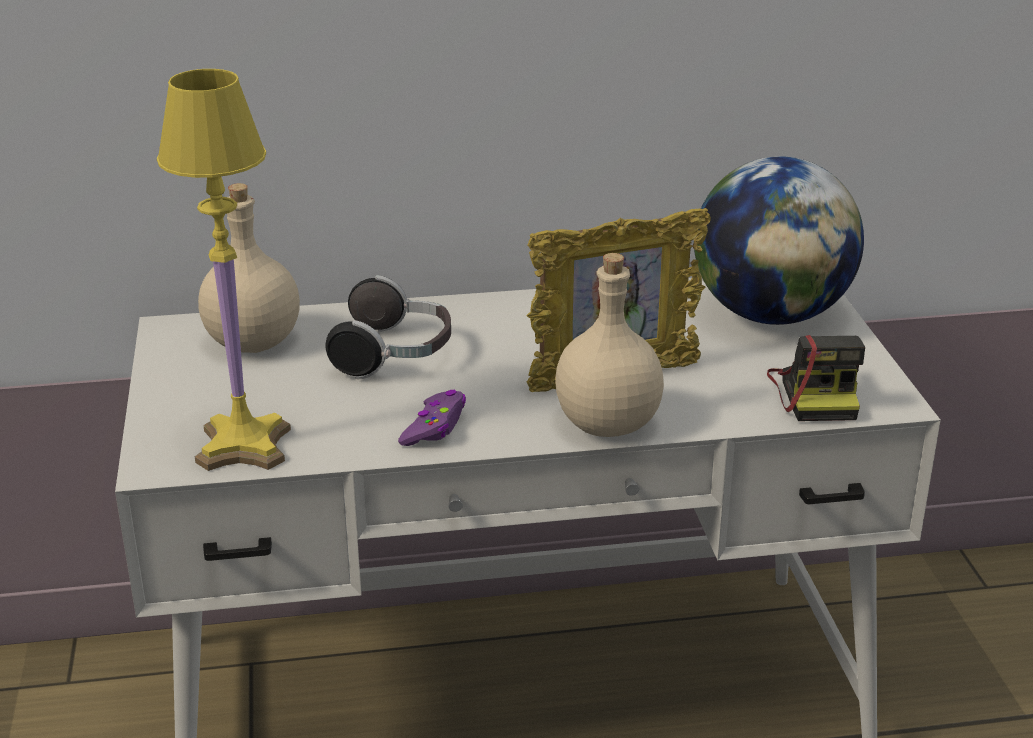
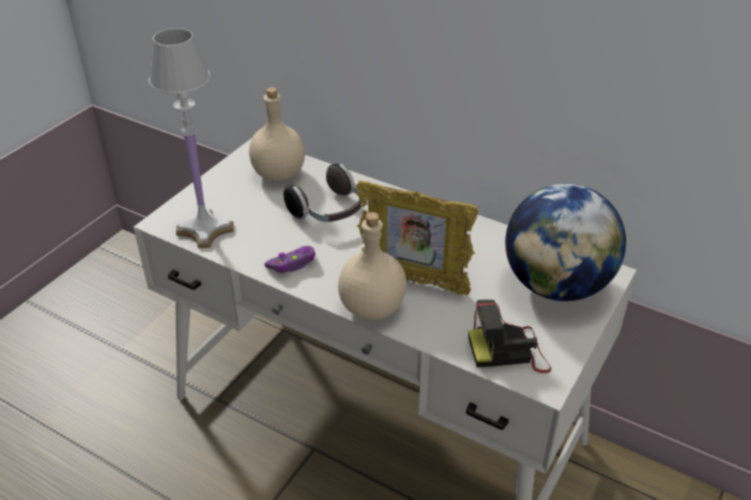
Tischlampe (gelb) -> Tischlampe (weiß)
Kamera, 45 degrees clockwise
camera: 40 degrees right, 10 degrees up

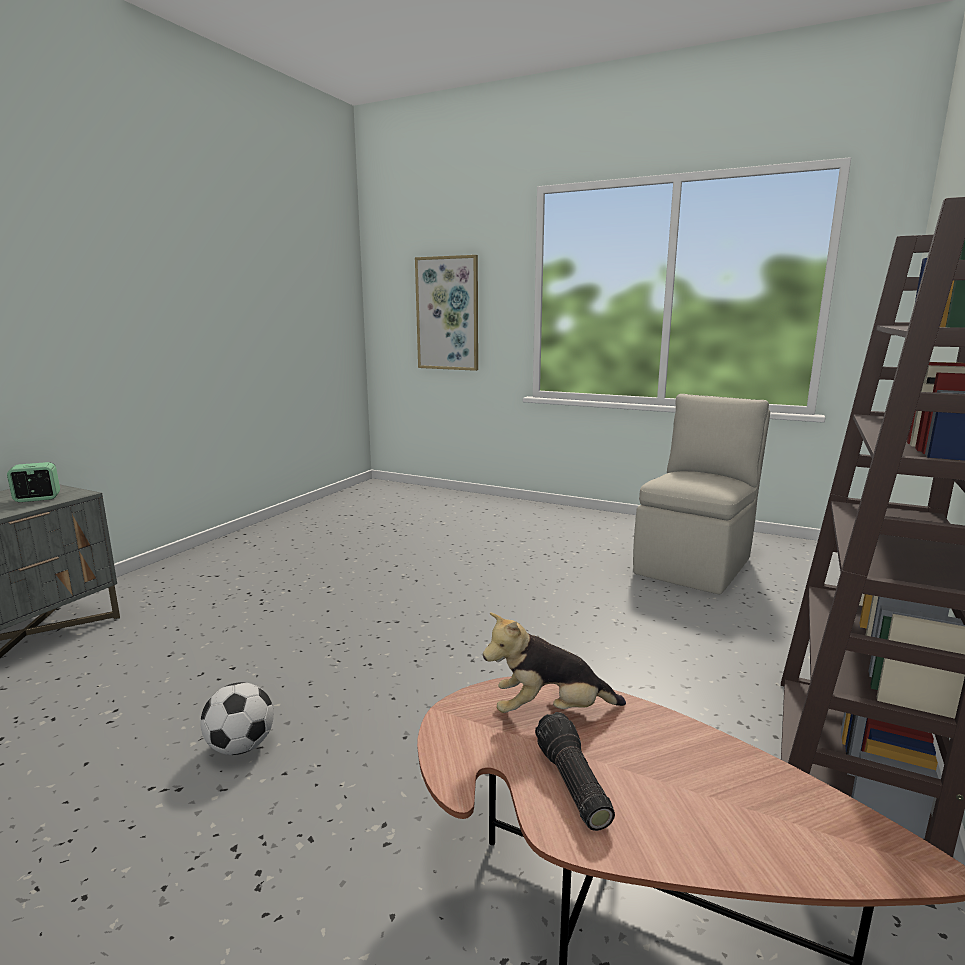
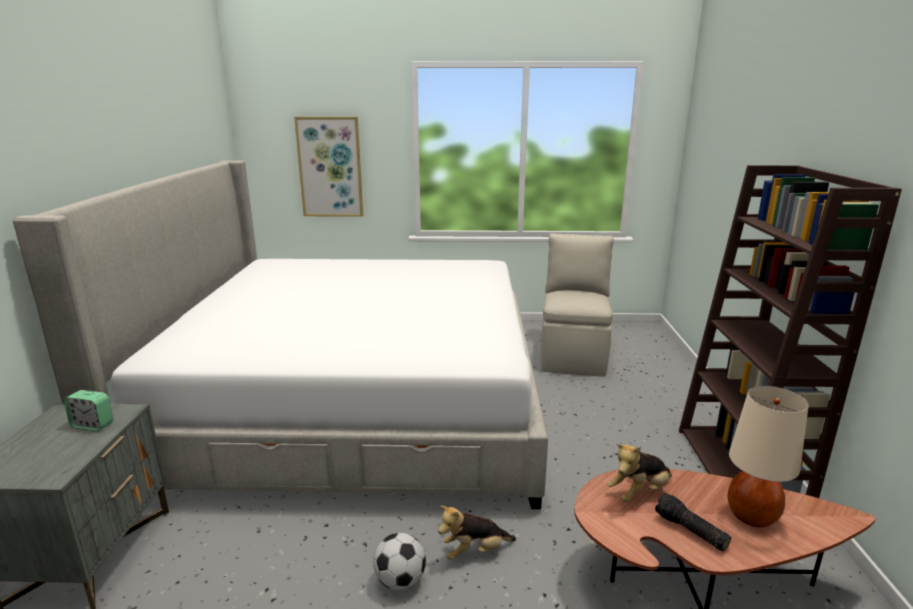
Wecker, 120 degrees counterclockwise
none -> Bett
none -> Plüschtier (no. 1 from left)
none -> Tischlampe (beige)
camera: 25 degrees left, 5 degrees up

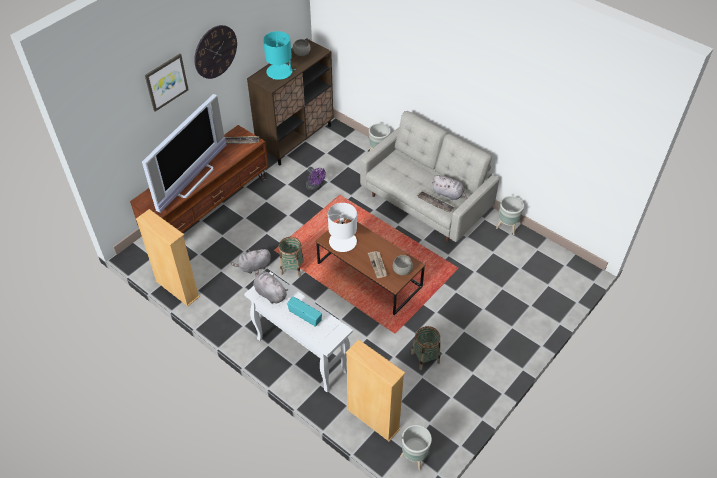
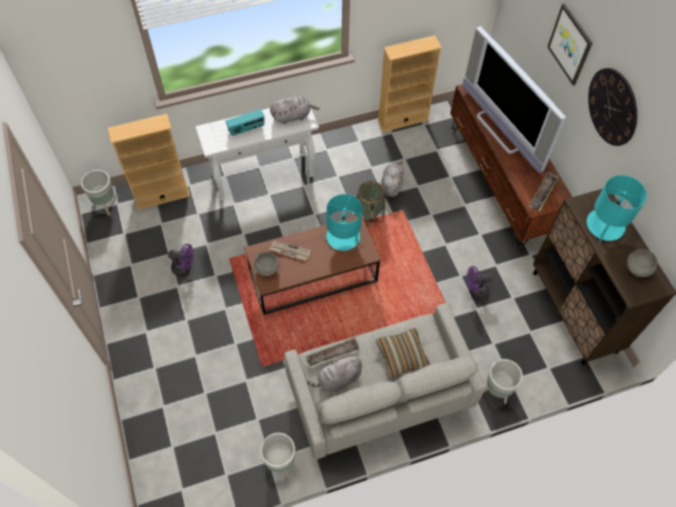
Tischlampe (weiß) -> Tischlampe (türkis) (no. 1 from left)
Korb (no. 2 from left) -> Ventilator (lila) (no. 1 from left)
none -> Kissen
camera: 120 degrees right, 10 degrees up

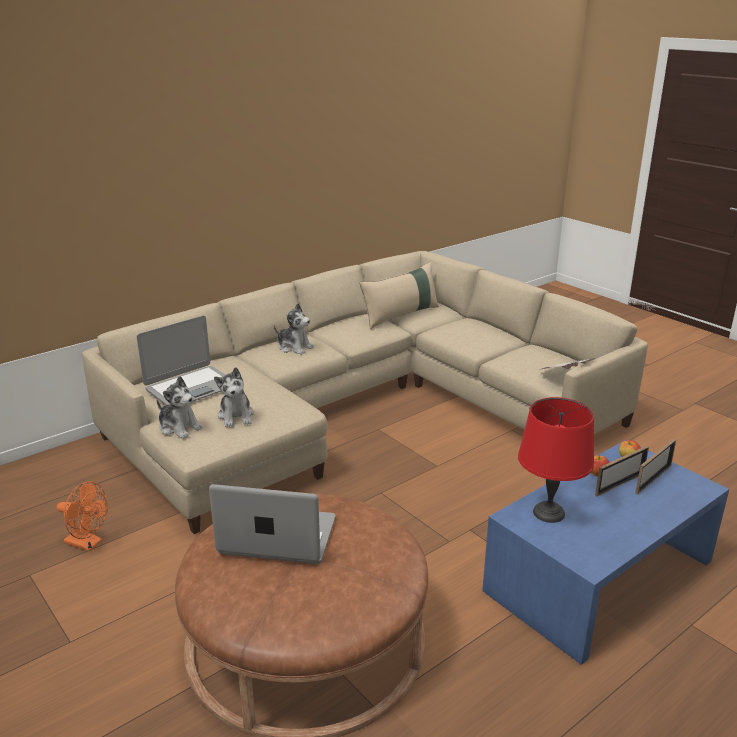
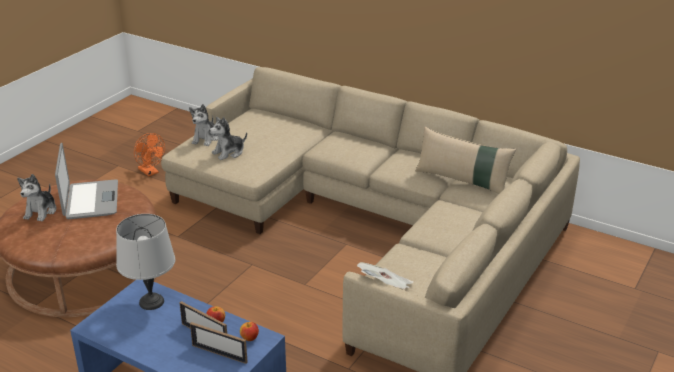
Ventilator (orange), 45 degrees counterclockwise
Laptop (no. 1 from left) -> none
Plüschtier (no. 3 from left in the first image) -> Plüschtier (no. 1 from left), shifted
Tischlampe (rot) -> Tischlampe (grau)
camera: 70 degrees right, 5 degrees up

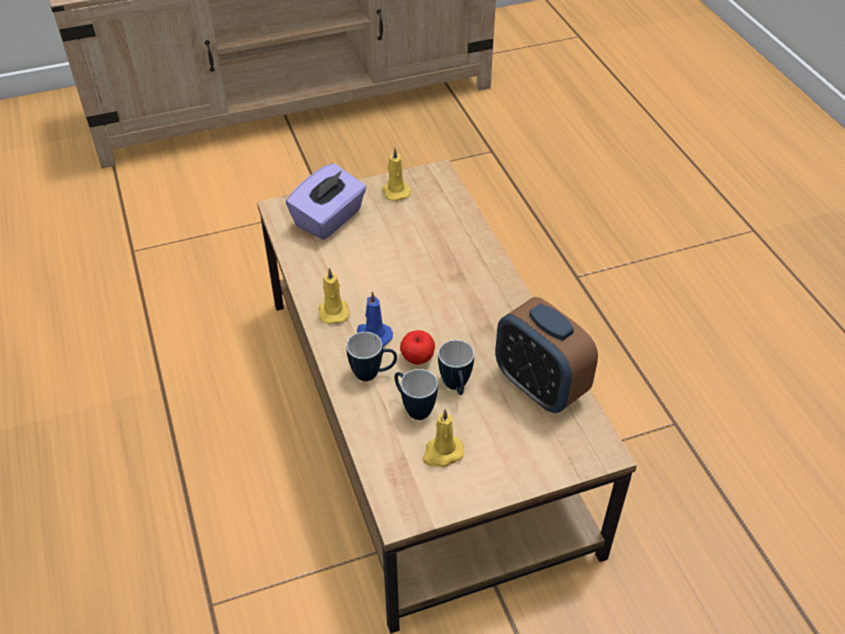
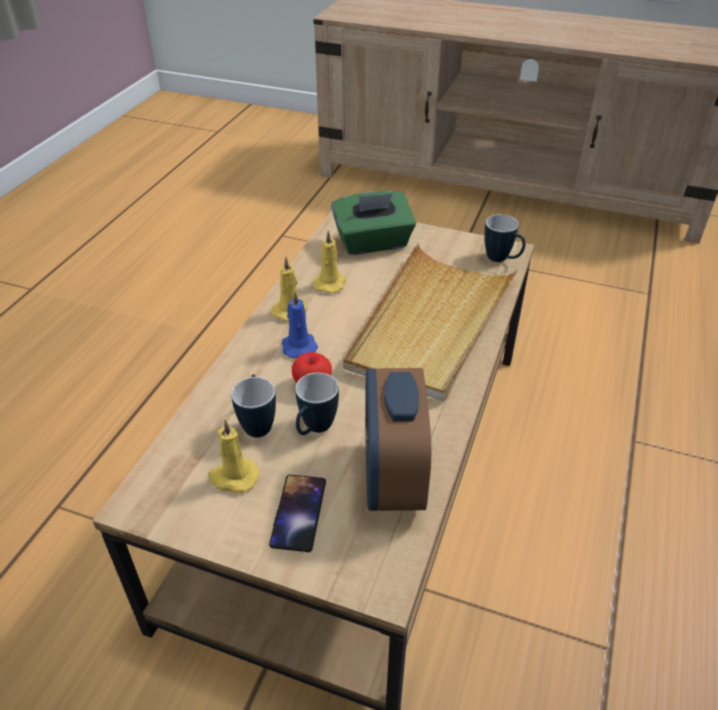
Taschentuchbox (lila) -> Taschentuchbox (grün)
Henkelbecher (no. 1 from left in the first image) -> Henkelbecher (no. 3 from left), shifted
Kerze (gelb) (no. 2 from left in the first image) -> Kerze (gelb) (no. 3 from left), shifted
none -> Handy
none -> Tablett (beige)
camera: 40 degrees right, 5 degrees down

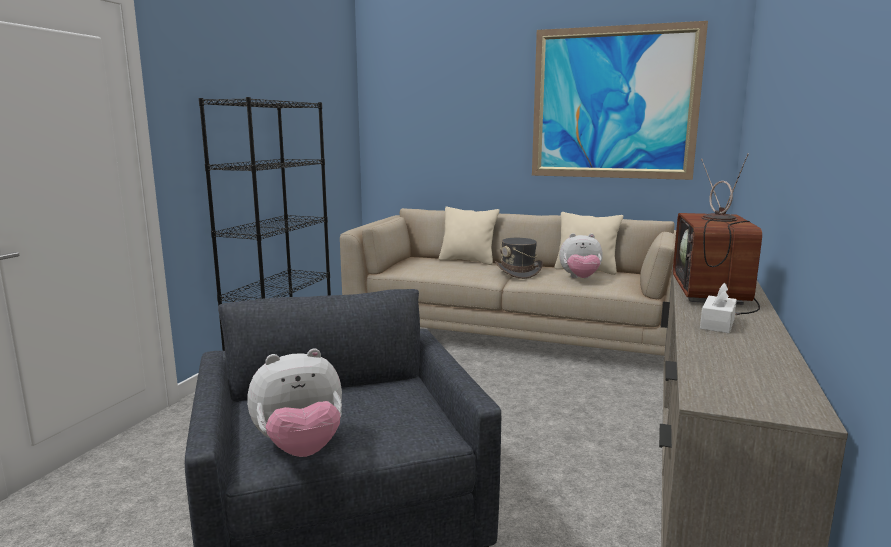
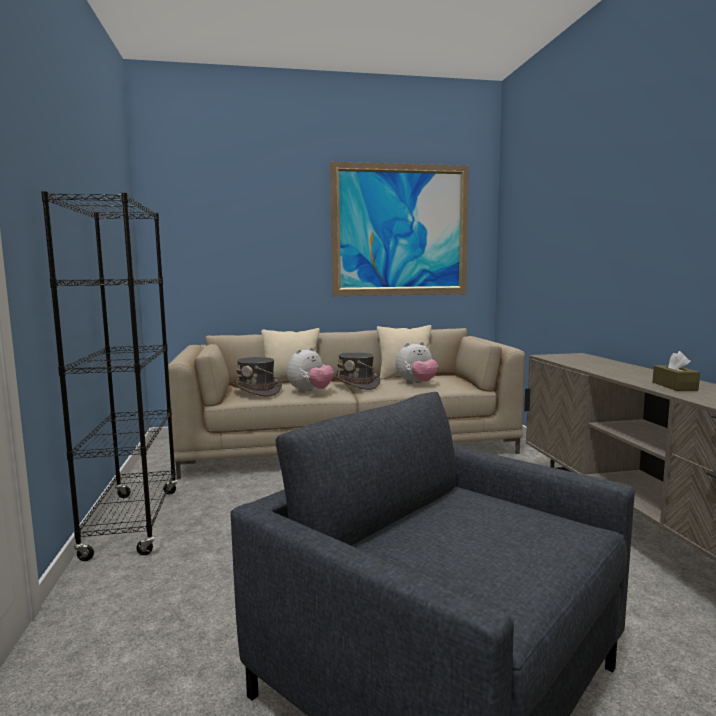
Plüschtier (no. 1 from left), shifted
Fernseher -> none
Taschentuchbox (weiß) -> Taschentuchbox (braun)
none -> Hut (grau) (no. 1 from left)
camera: 30 degrees left, 5 degrees down

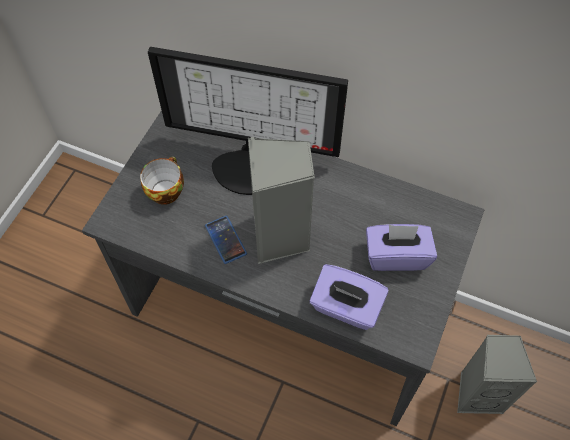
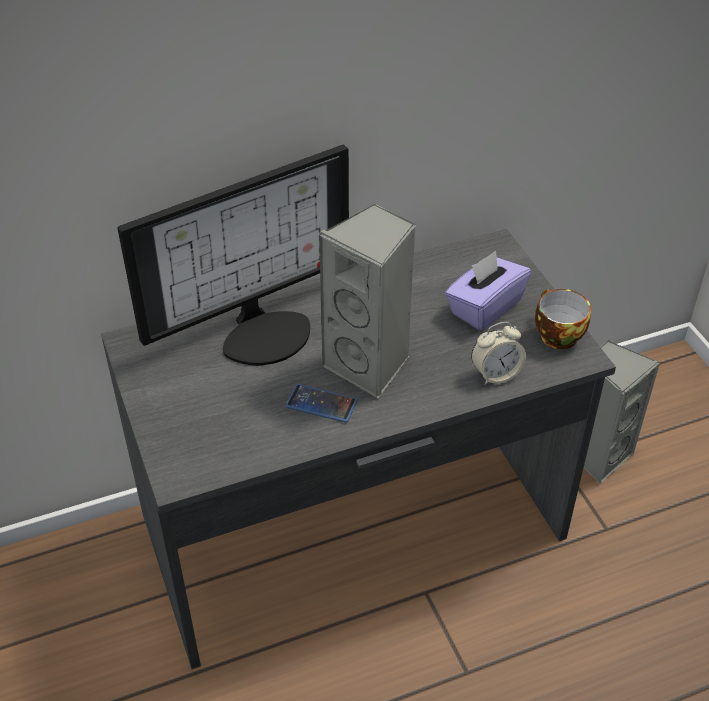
Tasse, shifted
Taschentuchbox (lila) (no. 1 from left) -> Wecker
camera: 45 degrees left, 15 degrees down

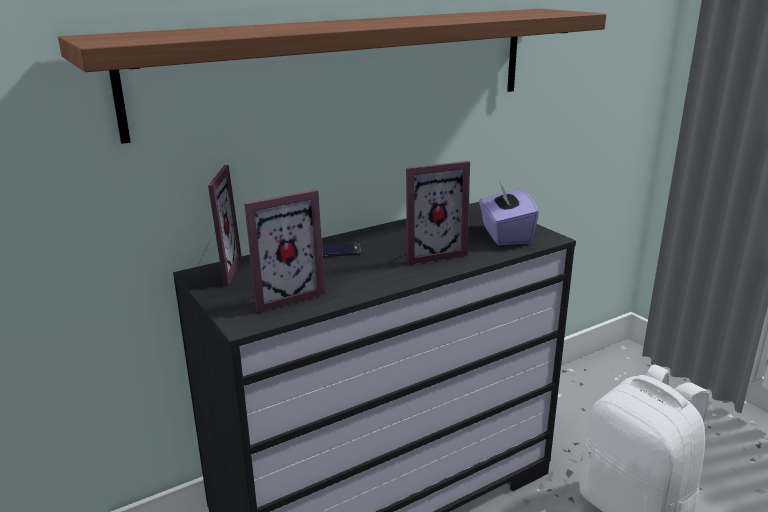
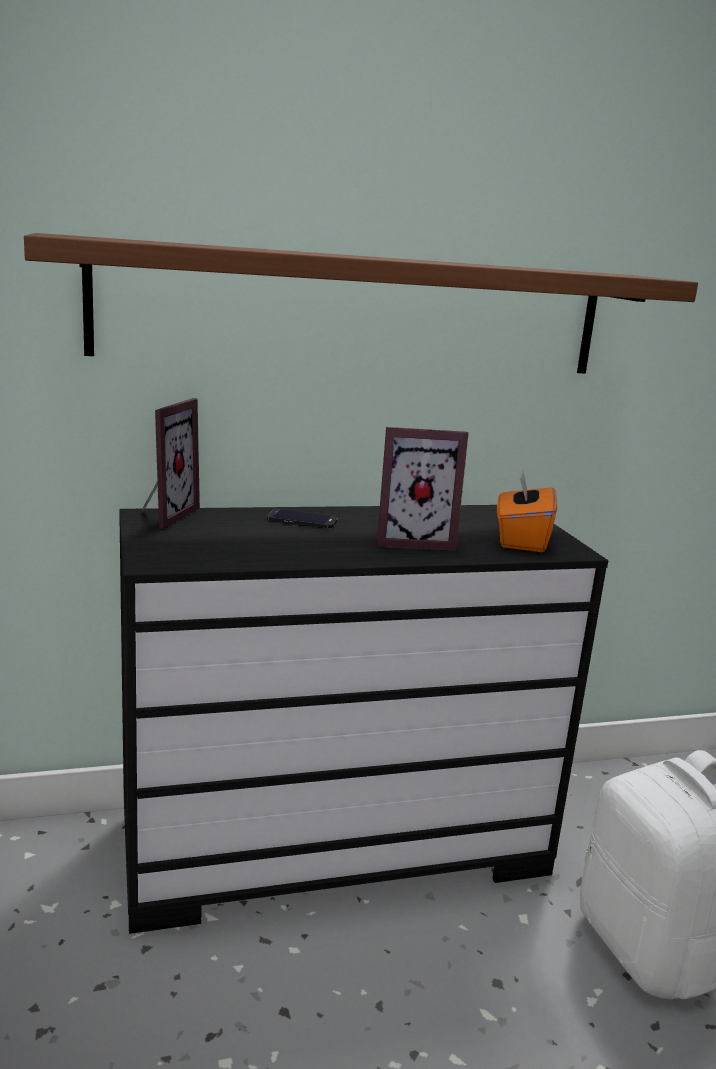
Bilderrahmen (no. 2 from left) -> none
Taschentuchbox (lila) -> Taschentuchbox (orange)
camera: 15 degrees right, 5 degrees down

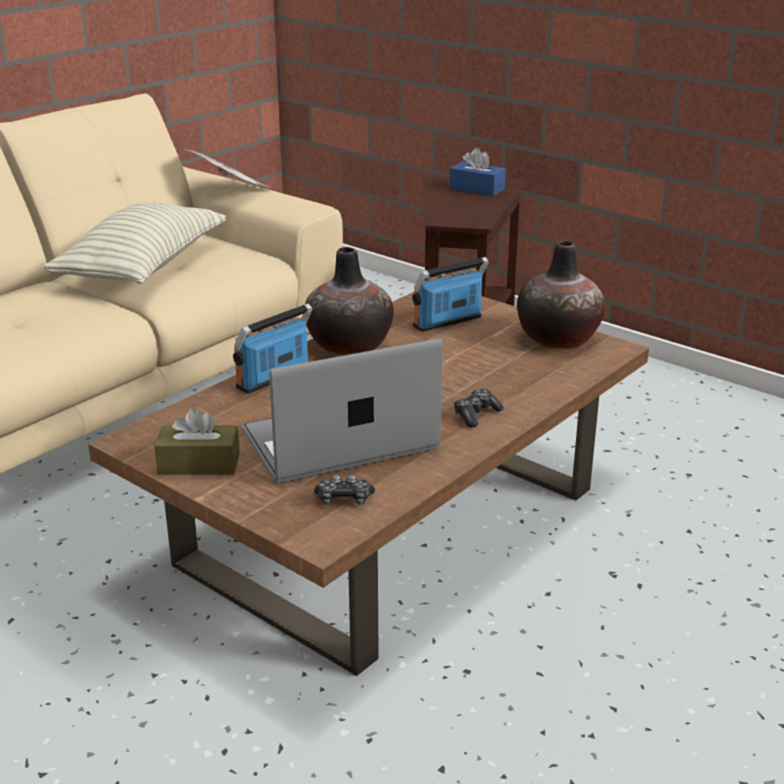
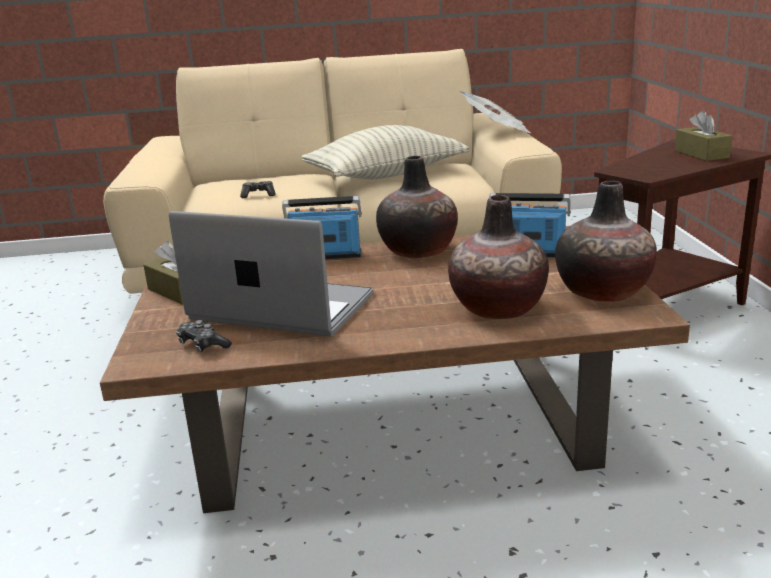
Taschentuchbox (blau) -> Taschentuchbox (braun) (no. 2 from left)
Gamepad (no. 2 from left), shifted
none -> Vase (no. 2 from left)
camera: 45 degrees right, 5 degrees down

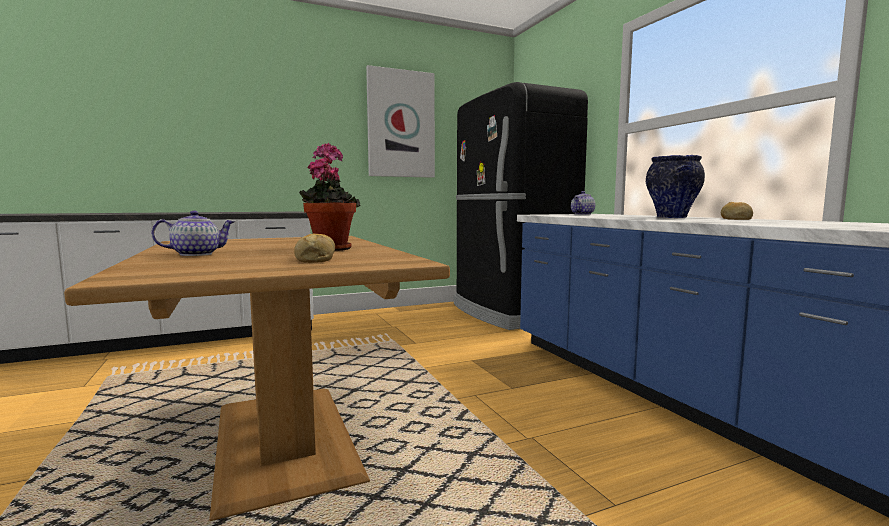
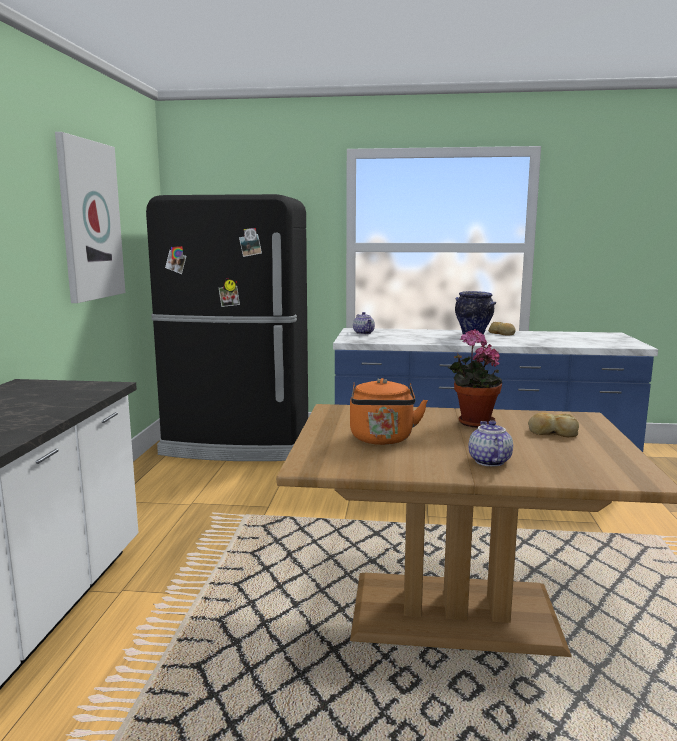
none -> Wasserkessel (orange)
camera: 60 degrees left, 5 degrees up

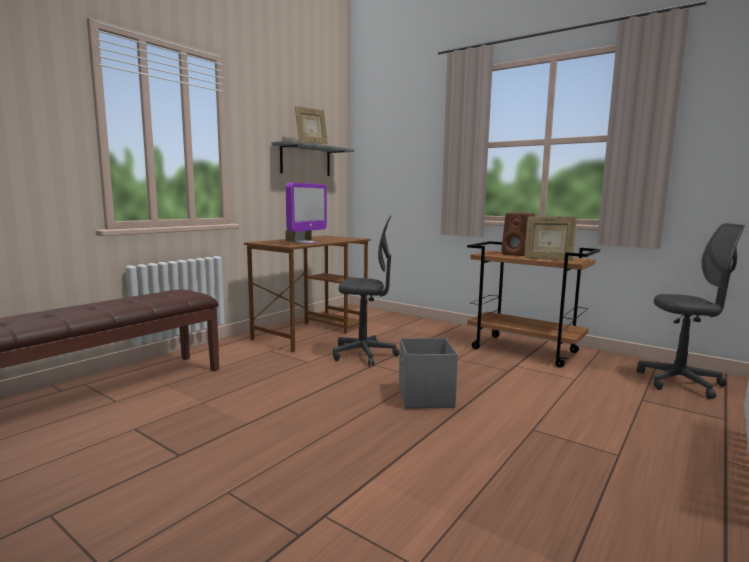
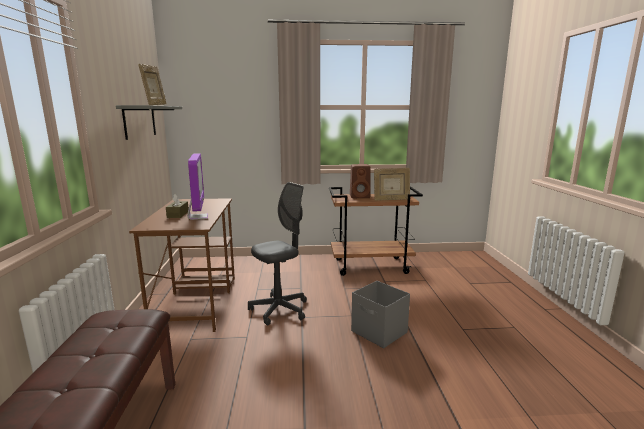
Bürostuhl (grau) (no. 2 from left) -> none
camera: 40 degrees left, 5 degrees up

